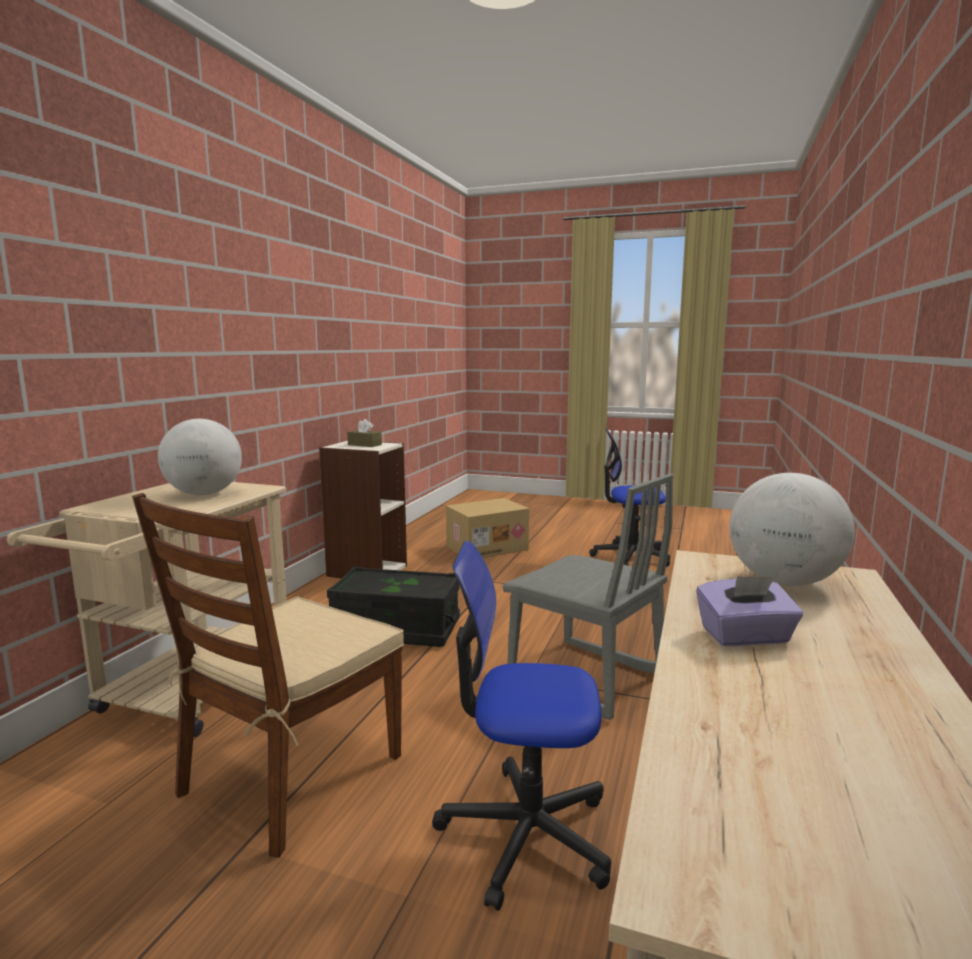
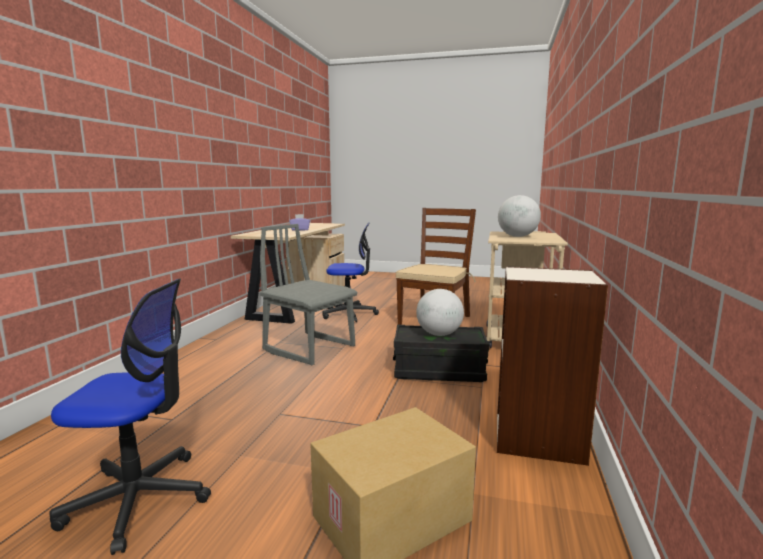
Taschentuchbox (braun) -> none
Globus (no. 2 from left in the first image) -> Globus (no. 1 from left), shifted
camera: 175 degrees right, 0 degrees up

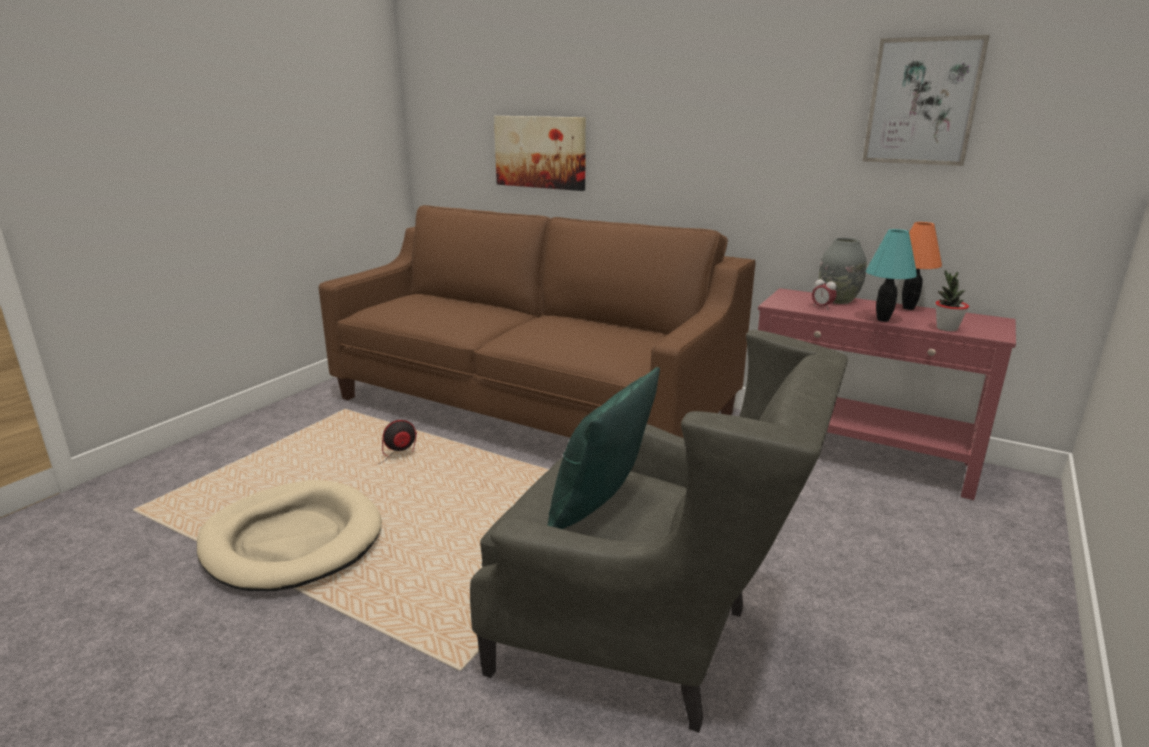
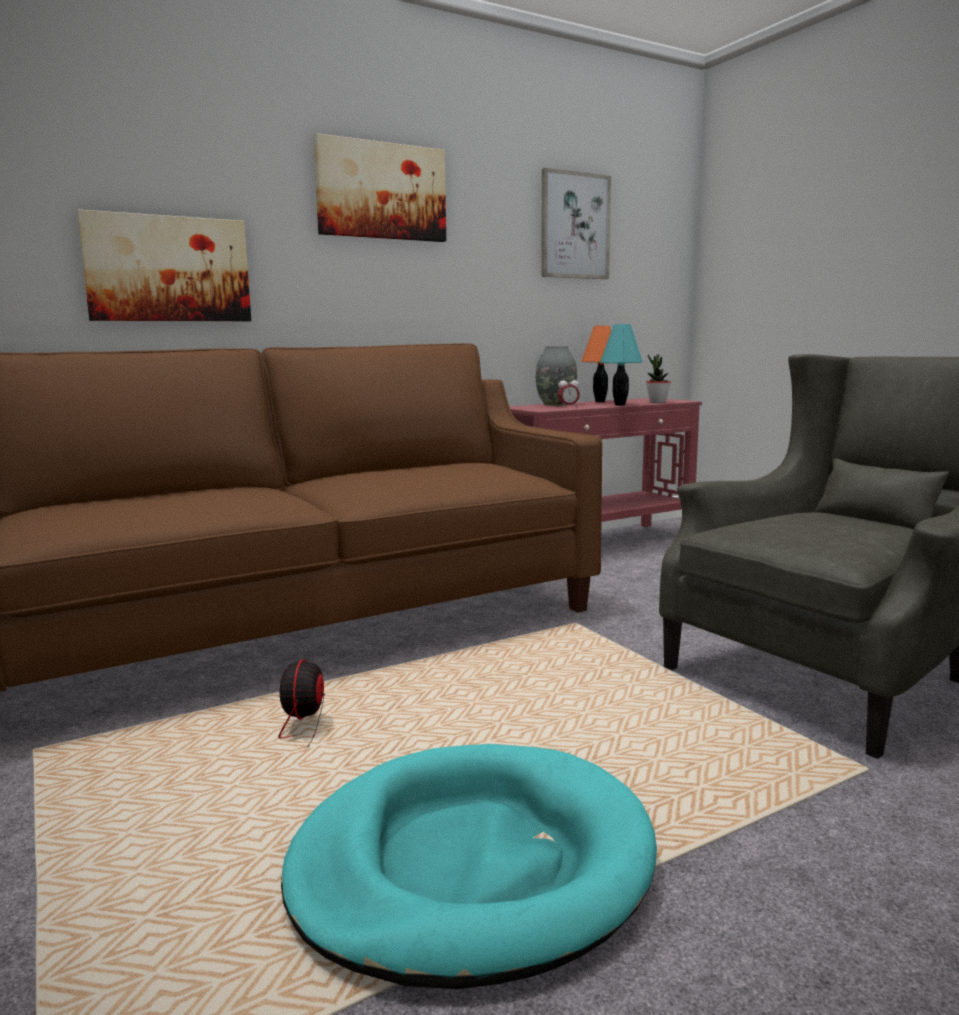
Hundebett (beige) -> Hundebett (türkis)
Kissen (grün) -> none
none -> Bild (no. 2 from left)
camera: 60 degrees left, 10 degrees down

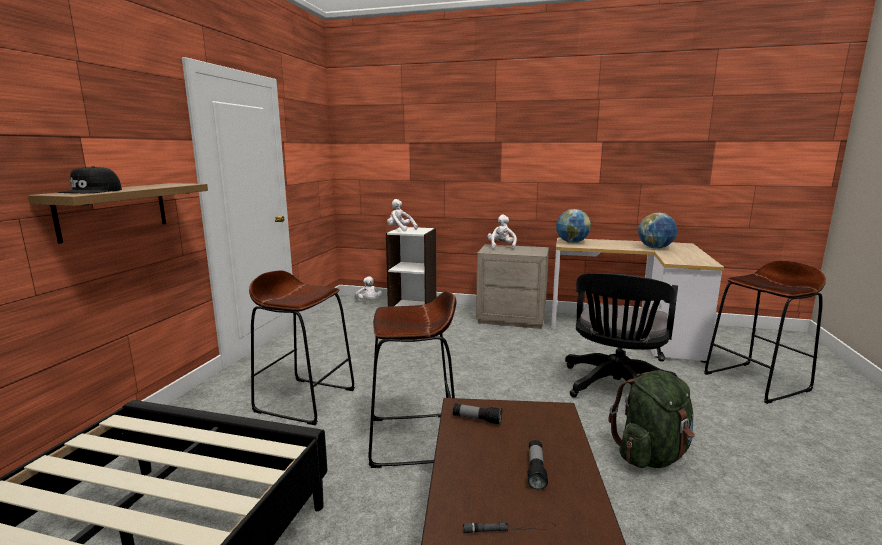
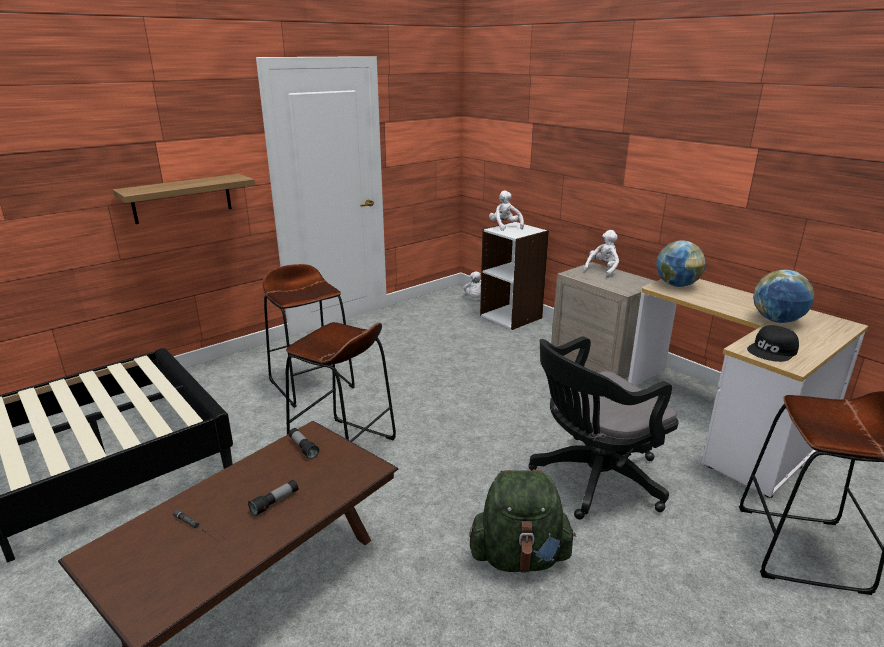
Kappe (schwarz), shifted
camera: 35 degrees right, 10 degrees up

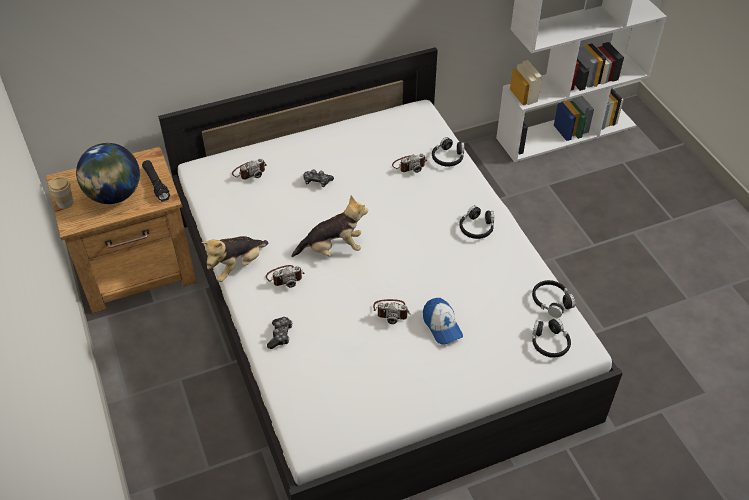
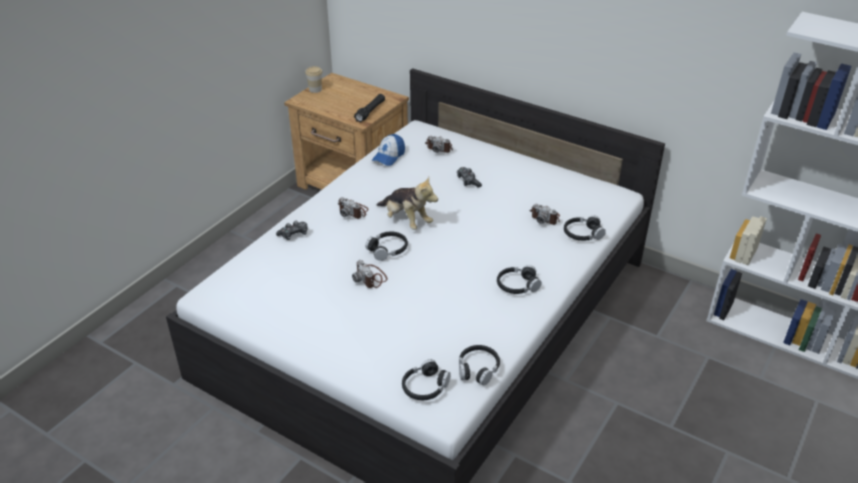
Globus -> none
Plüschtier (no. 1 from left) -> none
Kappe, shifted
none -> Kopfhörer (schwarz) (no. 1 from left)
camera: 55 degrees right, 10 degrees down

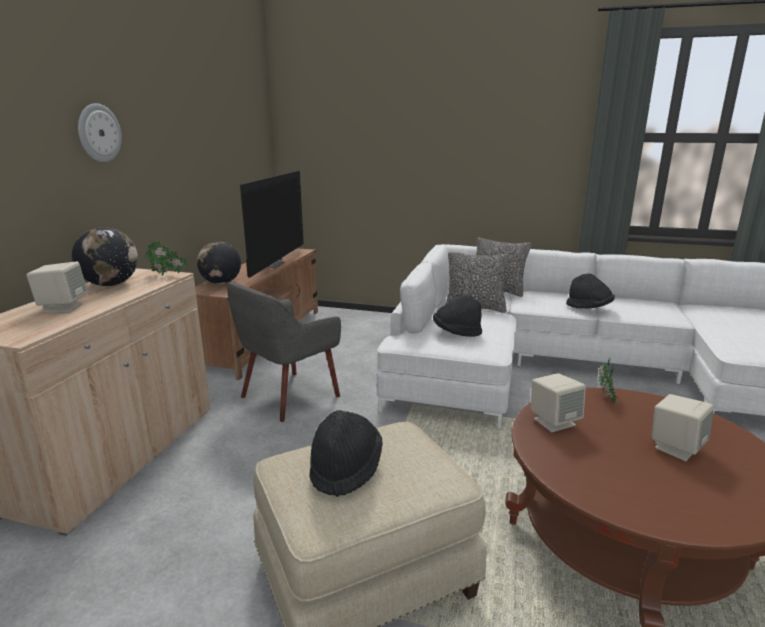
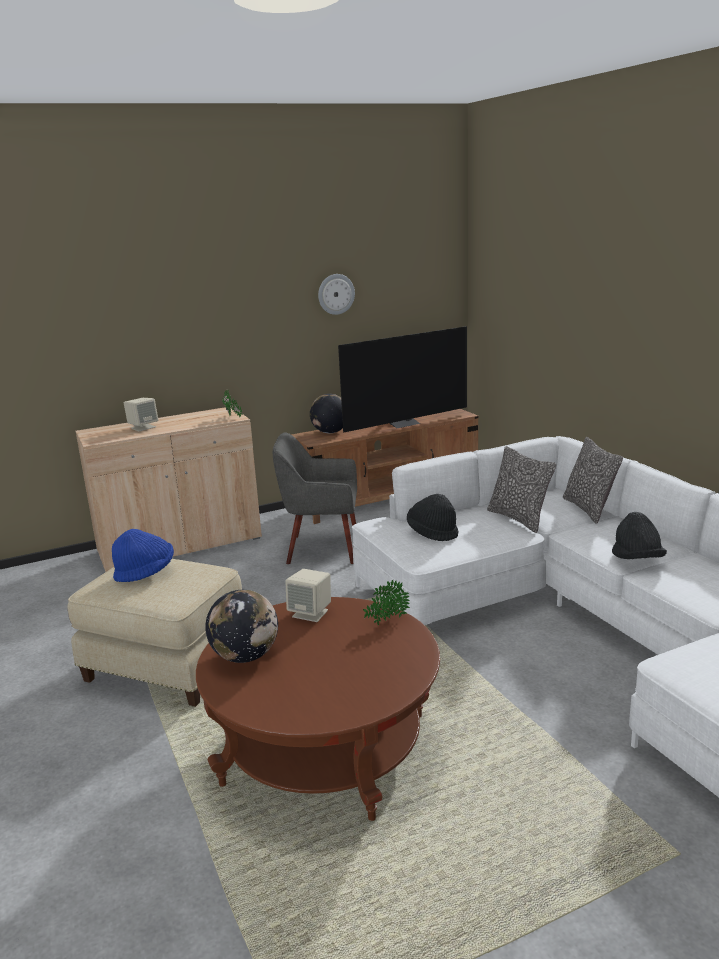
Globus (no. 1 from left), shifted
Wanduhr, shifted
Hut (schwarz) (no. 1 from left) -> Hut (blau)
Lautsprecher (beige) (no. 3 from left) -> none
camera: 50 degrees right, 0 degrees up

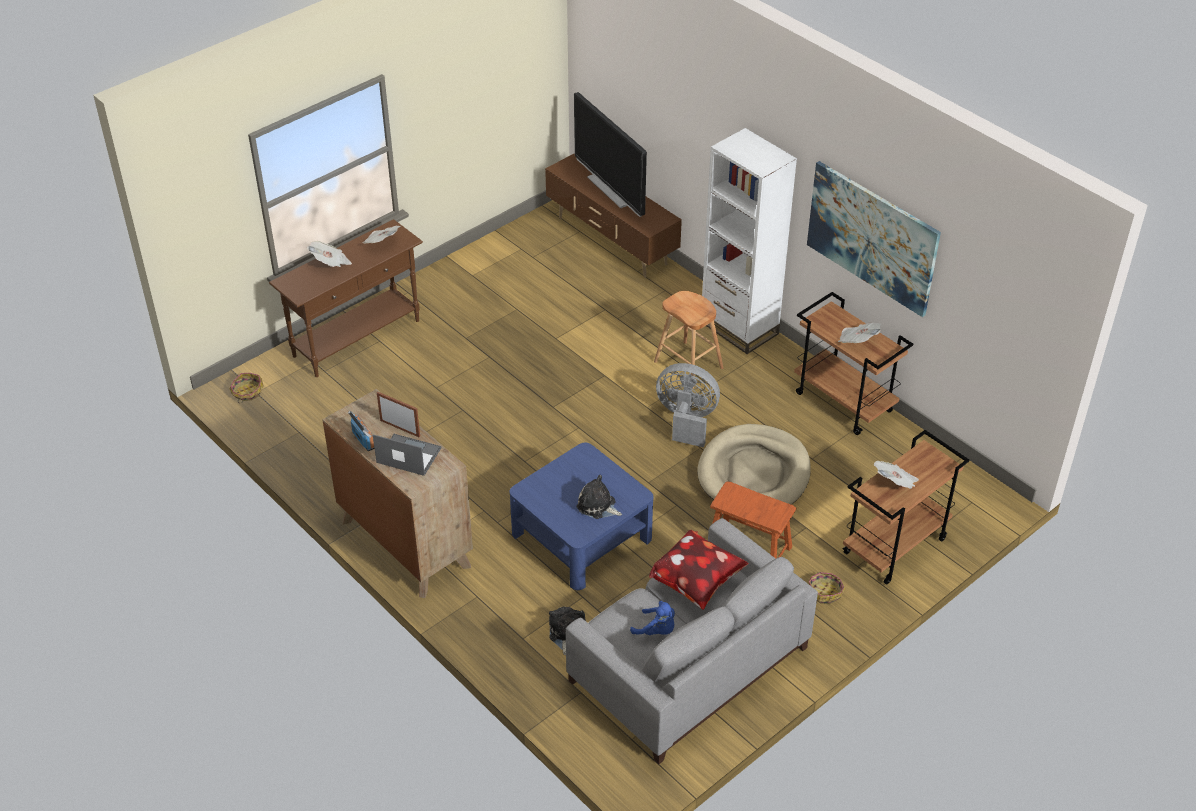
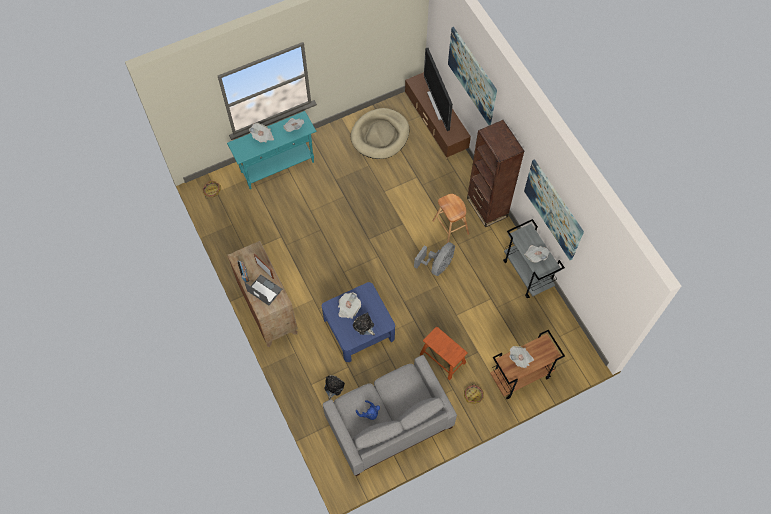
Konsolentisch (braun) -> Konsolentisch (türkis)
Kissen -> none
Ventilator (grau), 90 degrees clockwise
Hundebett (beige), shifted
Bücherregal (weiß) -> Bücherregal (braun)
Rollwagen (braun) (no. 1 from left) -> Rollwagen (grau)
none -> Zeitung (no. 3 from left)
none -> Bild (no. 1 from left)
camera: 15 degrees right, 20 degrees up

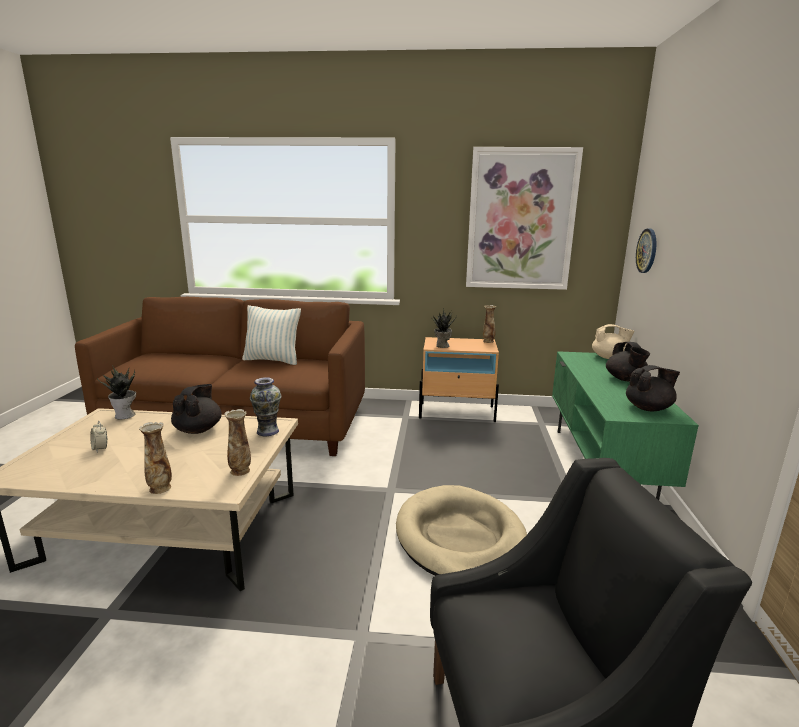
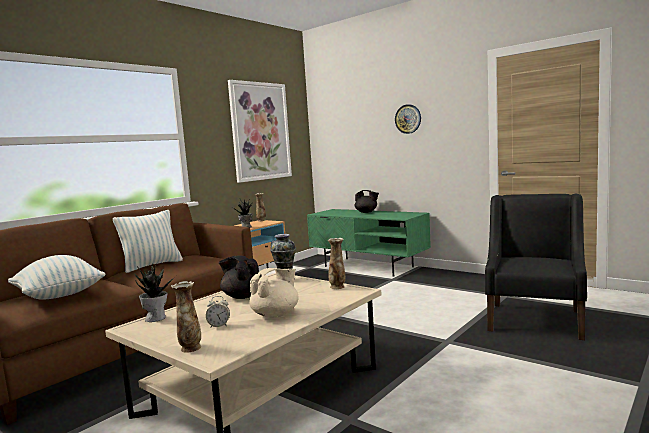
Vase (no. 1 from left), shifted
Hundebett (beige) -> none
Teekanne (beige), shifted
Teekanne (schwarz) (no. 3 from left) -> none
Wanduhr, shifted
none -> Kissen (no. 1 from left)
camera: 55 degrees left, 10 degrees down

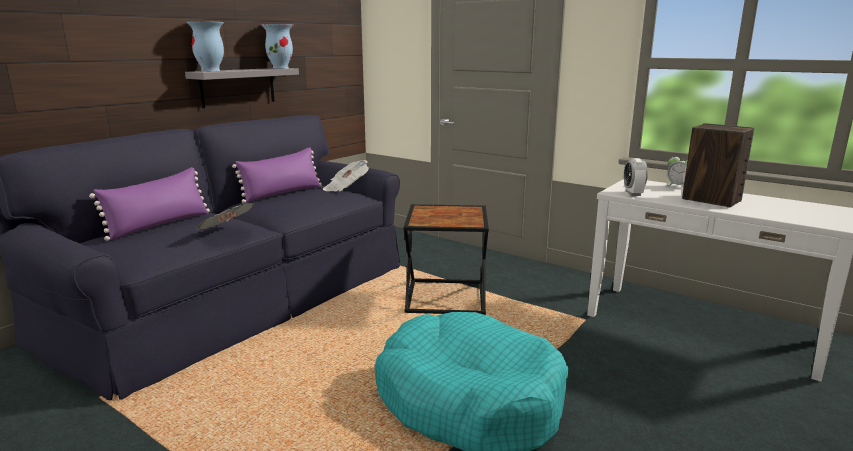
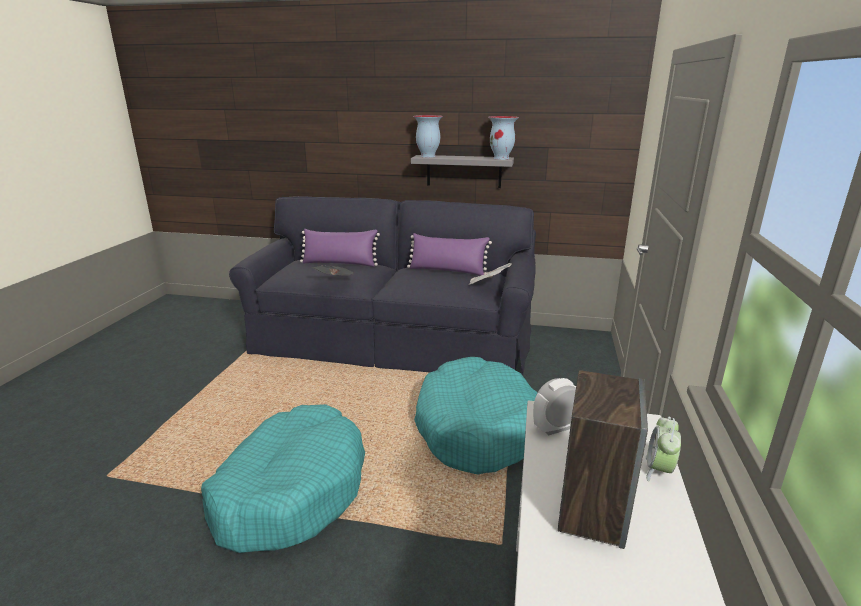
Beistelltisch (schwarz) -> Hundebett (türkis) (no. 2 from left)
camera: 65 degrees right, 5 degrees up

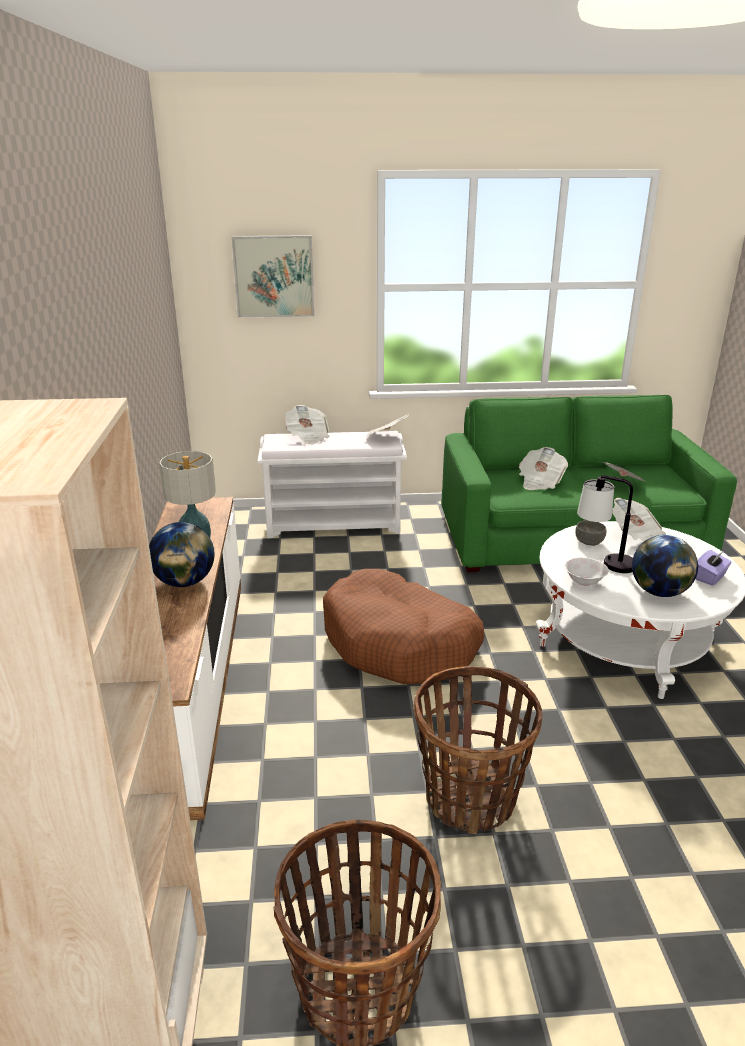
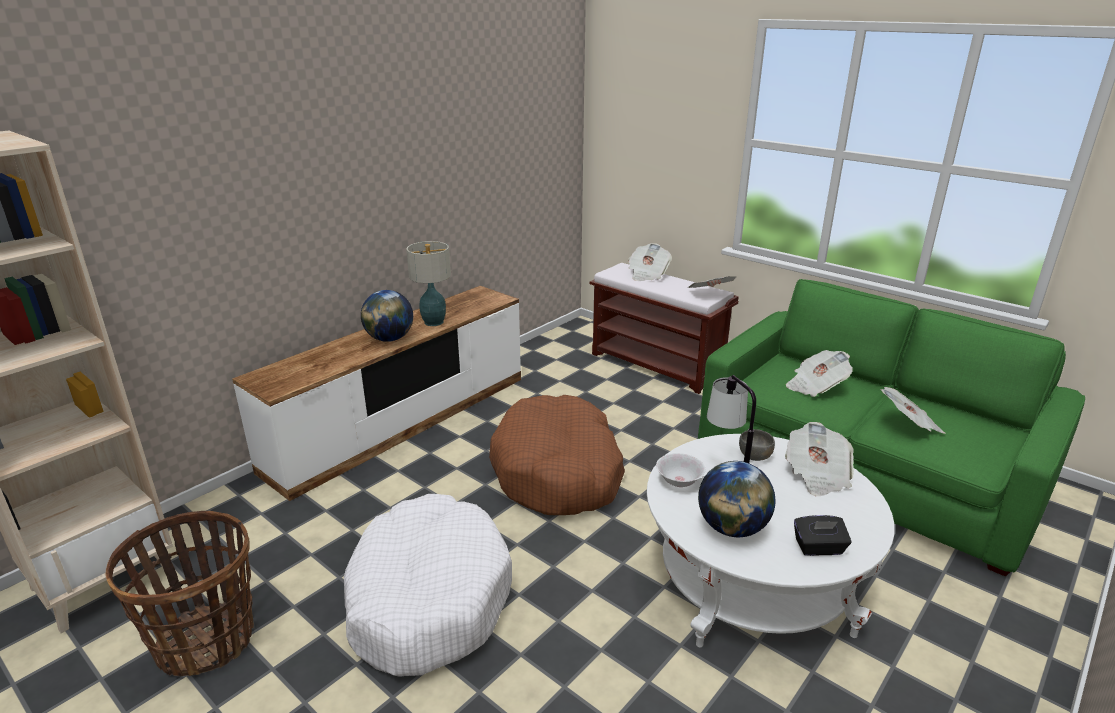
Bild -> none
Bank (weiß) -> Bank (braun)
Korb (no. 2 from left) -> Hundebett (weiß)
Taschentuchbox (lila) -> Taschentuchbox (schwarz)
camera: 45 degrees right, 0 degrees up

